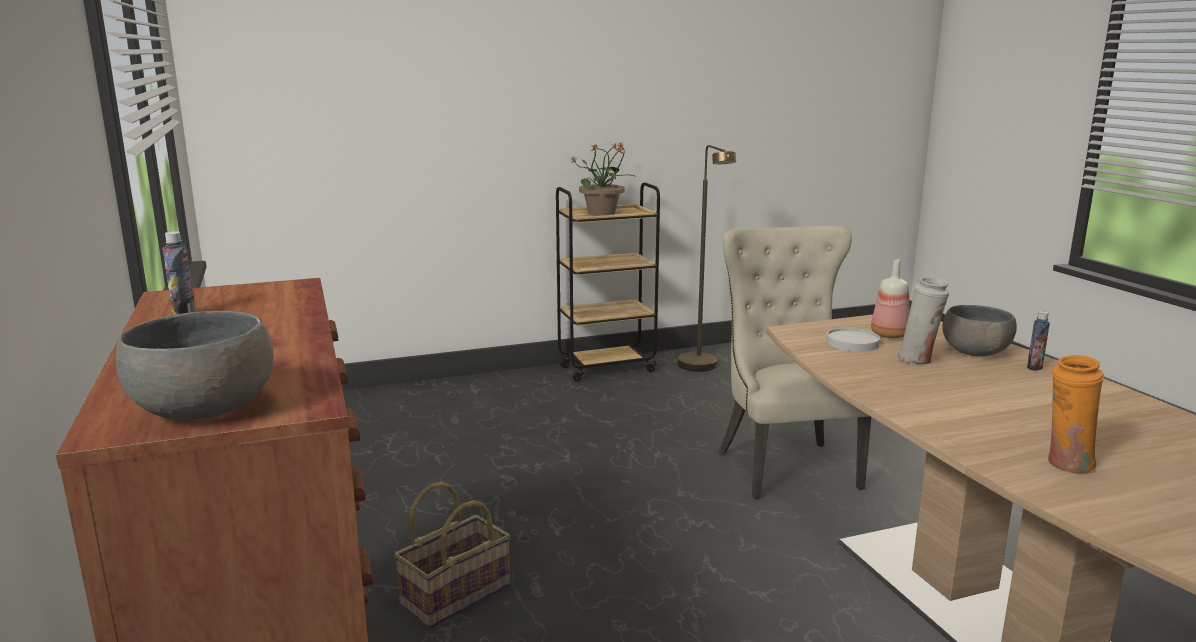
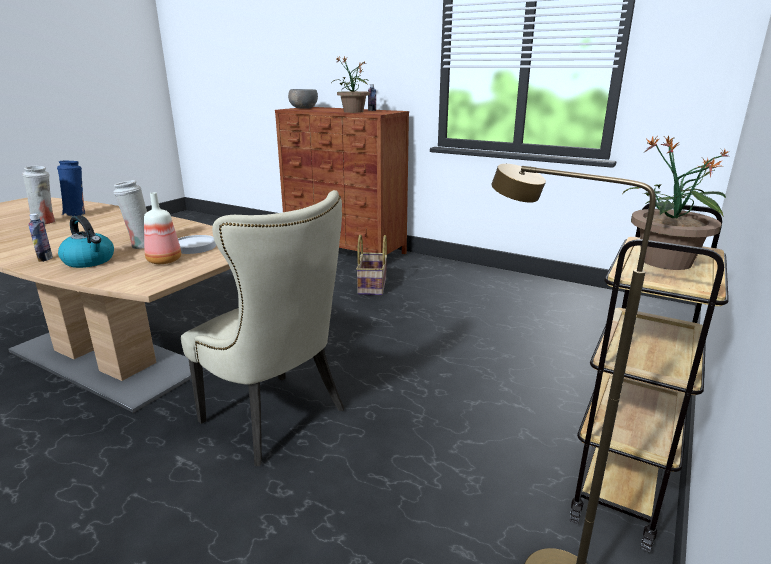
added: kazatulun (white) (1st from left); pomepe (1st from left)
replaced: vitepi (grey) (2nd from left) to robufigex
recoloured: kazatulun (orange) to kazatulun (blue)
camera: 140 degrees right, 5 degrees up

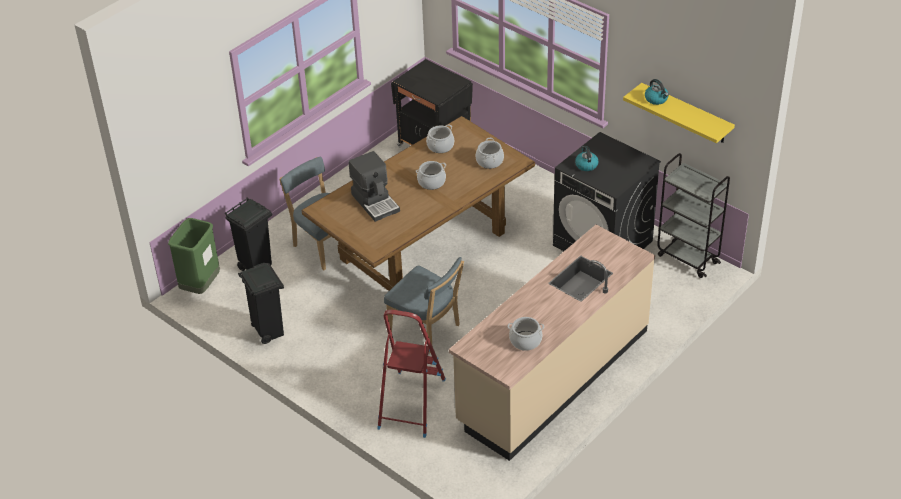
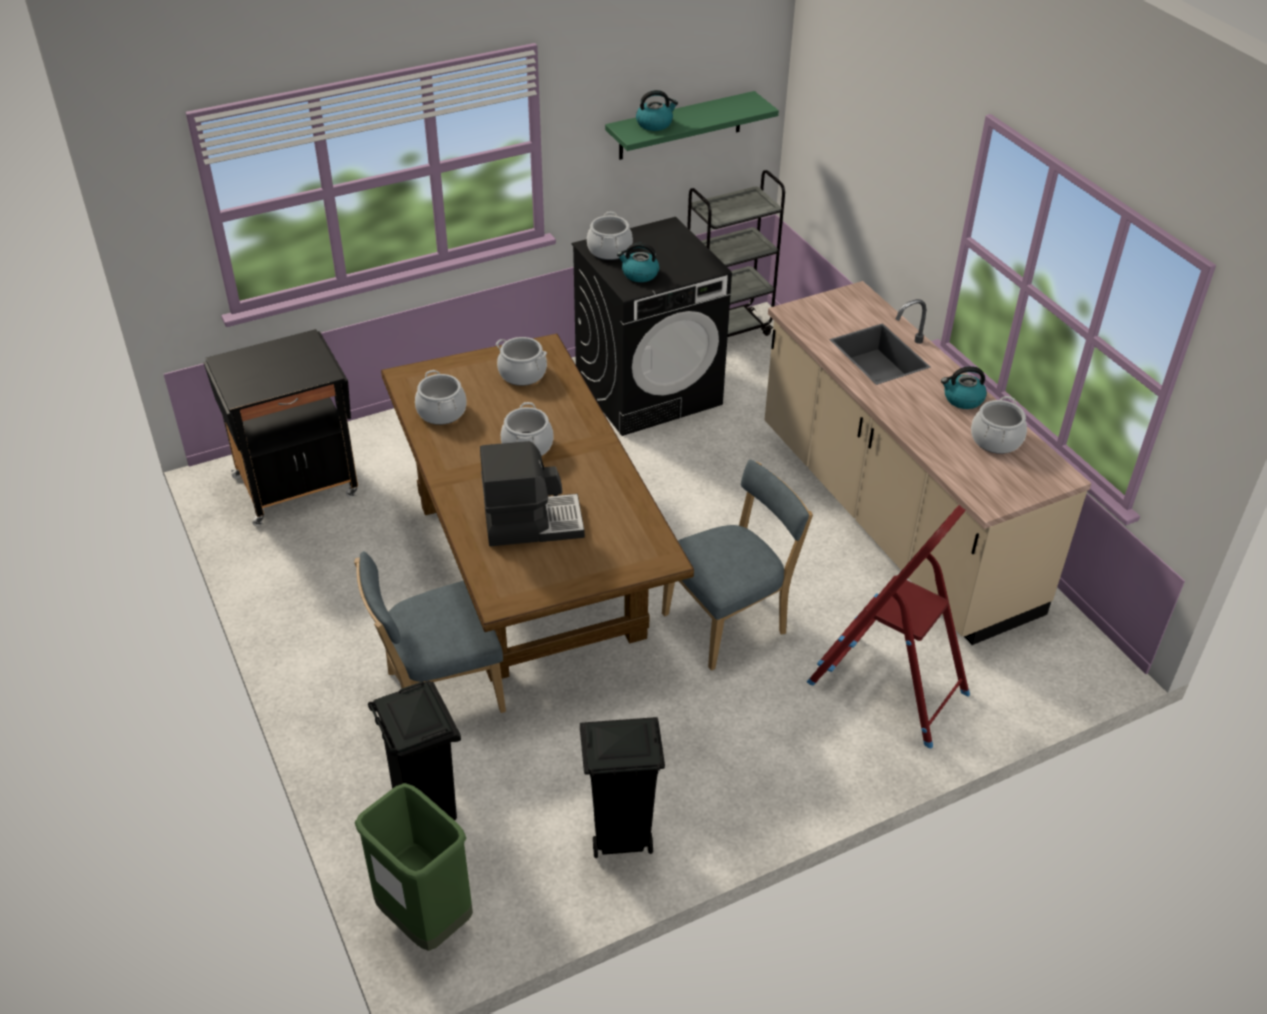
added: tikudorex (4th from left); robufigex (3rd from left)
recoloured: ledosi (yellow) to ledosi (green)
camera: 70 degrees left, 0 degrees up

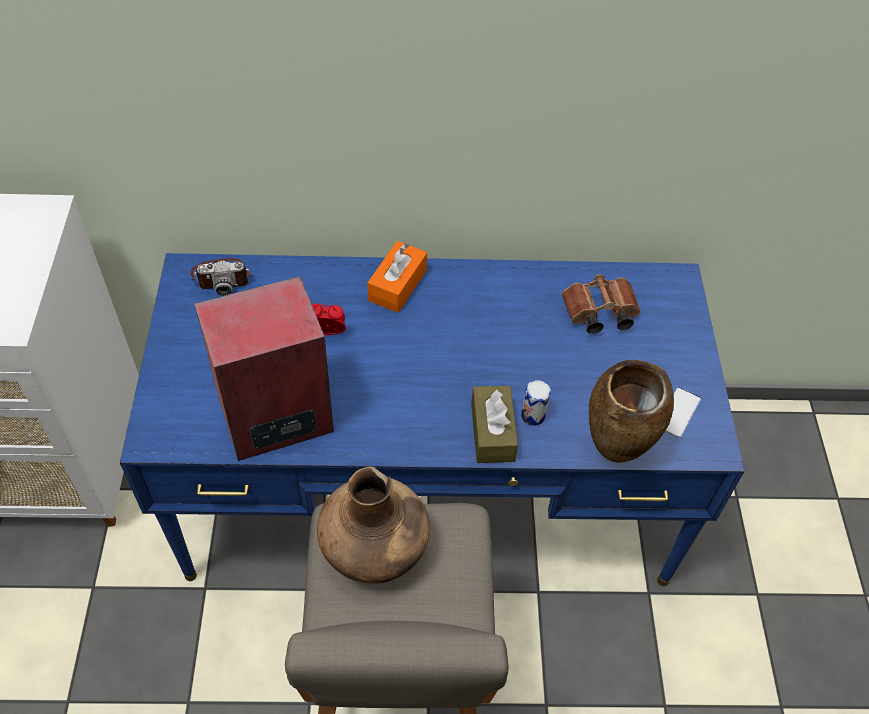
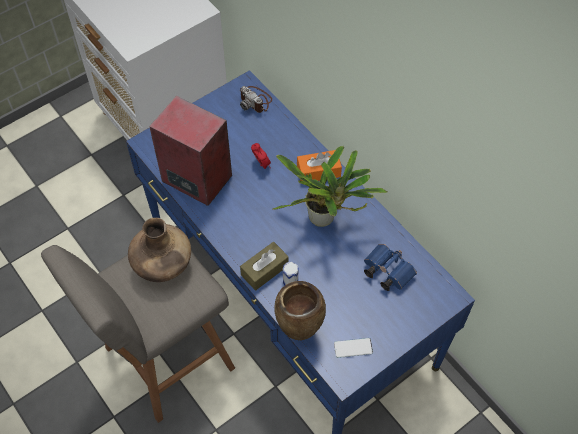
added: pomepe
recoloured: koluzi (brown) to koluzi (blue)
camera: 55 degrees right, 5 degrees up

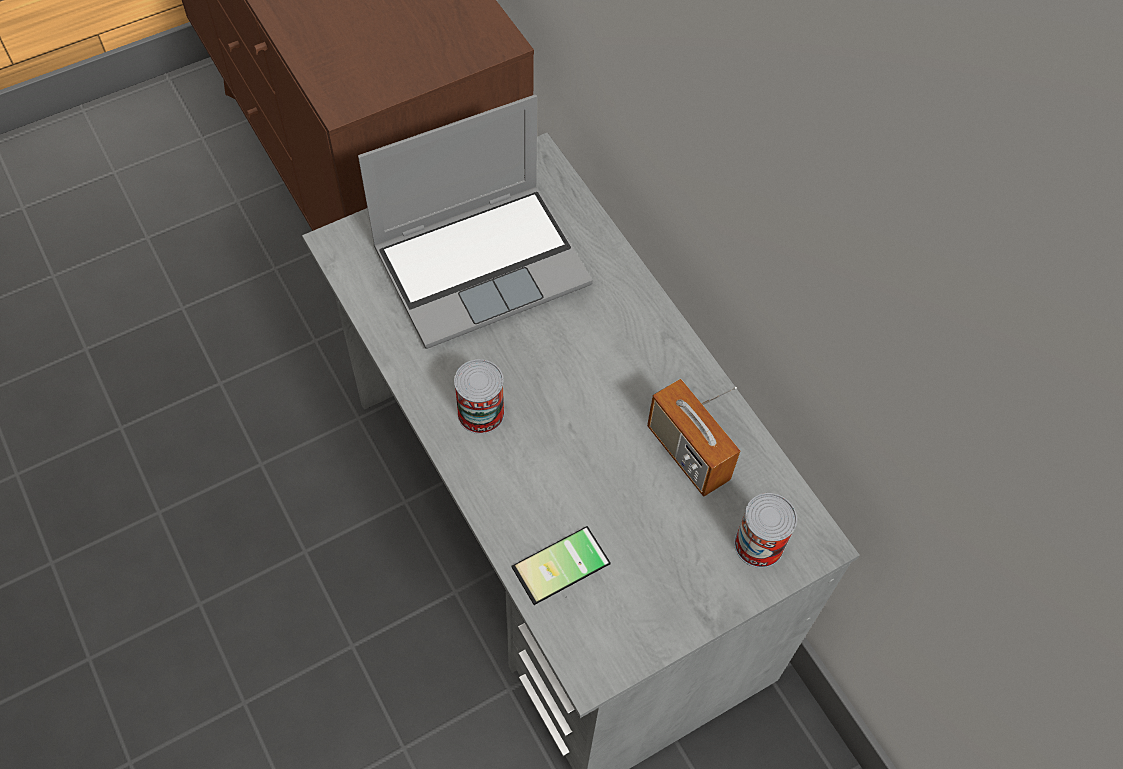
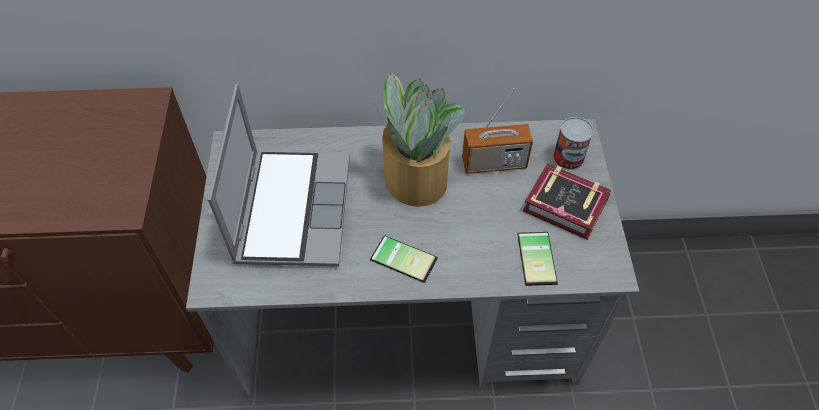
added: pomepe; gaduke
replaced: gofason (1st from left) to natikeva (1st from left)
camera: 60 degrees left, 5 degrees down

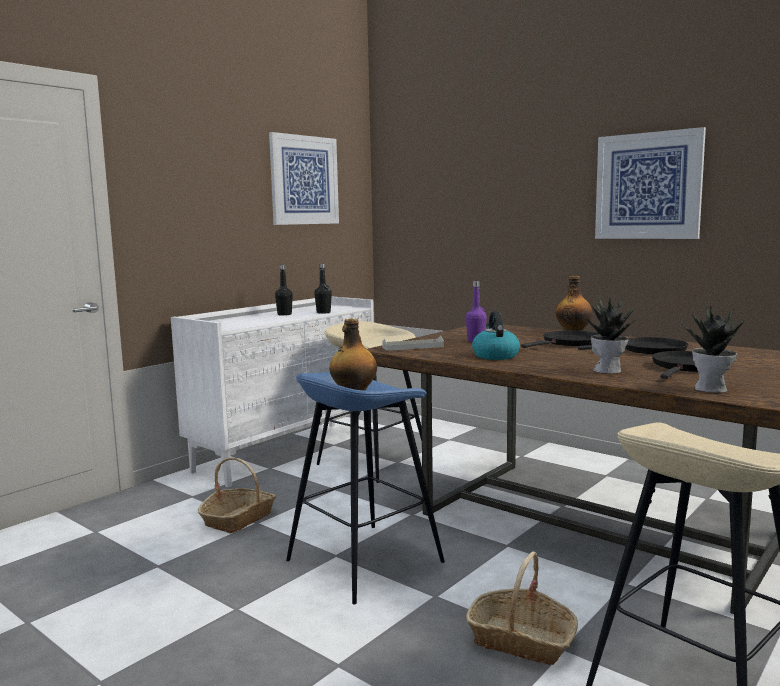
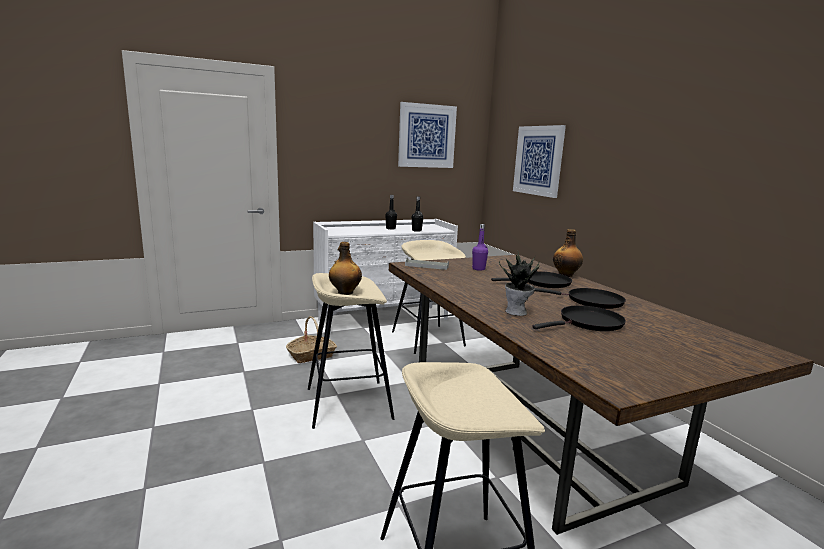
removed: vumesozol (2nd from left); robufigex; pomepe (2nd from left)
moved: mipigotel (2nd from left)
recoloured: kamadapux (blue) to kamadapux (beige) (1st from left)
camera: 25 degrees right, 5 degrees up

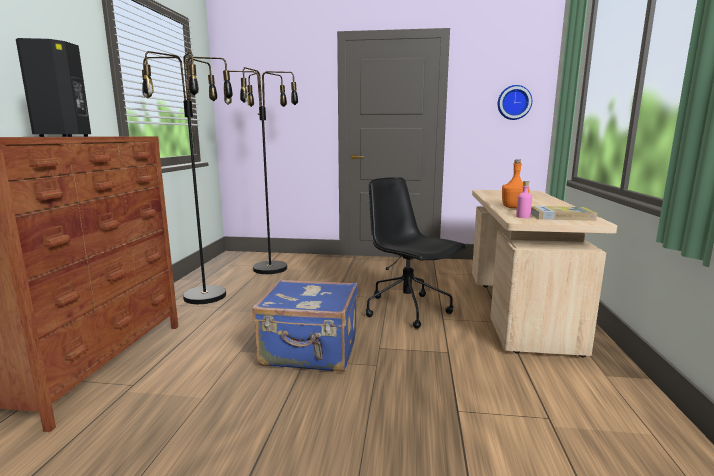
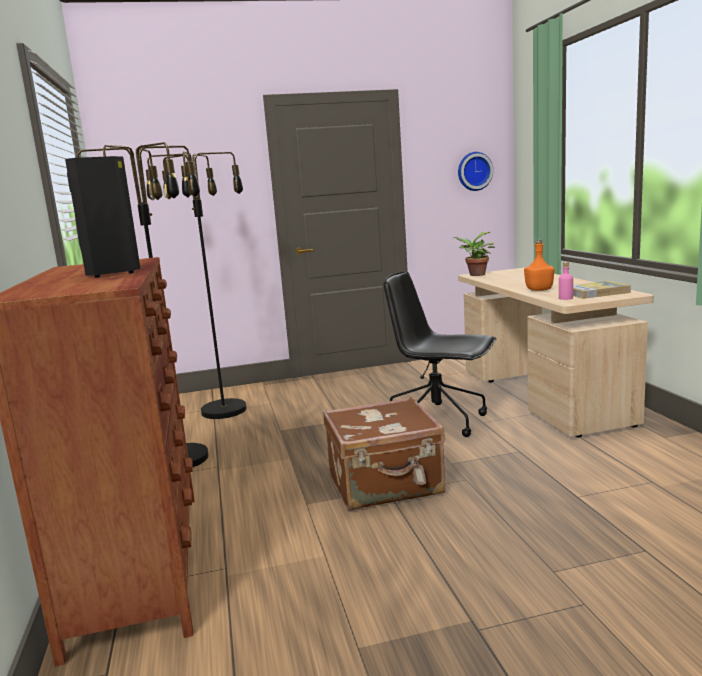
added: pomepe
recoloured: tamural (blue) to tamural (brown)
camera: 20 degrees left, 0 degrees up

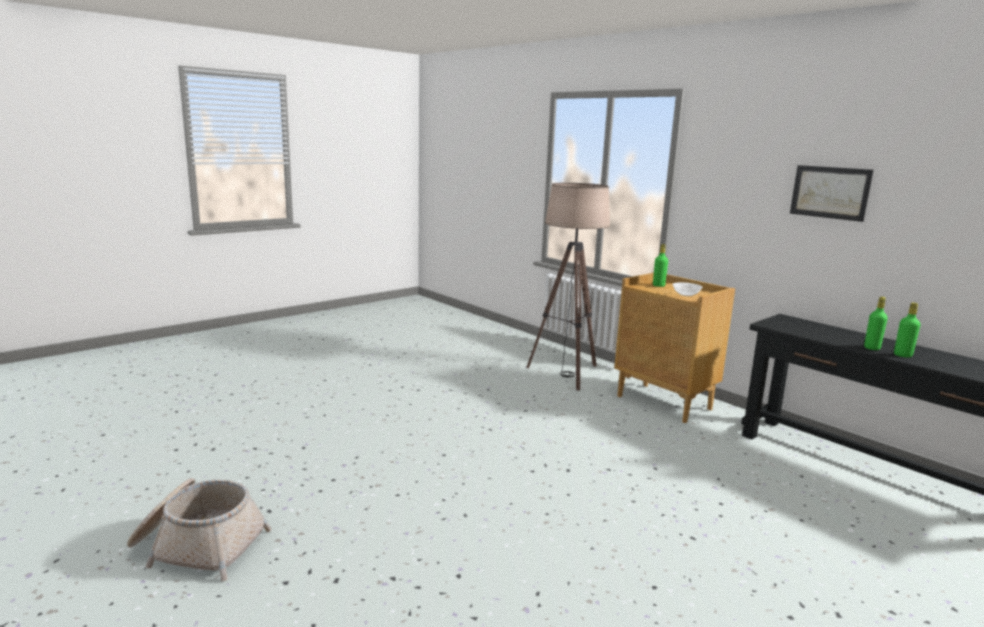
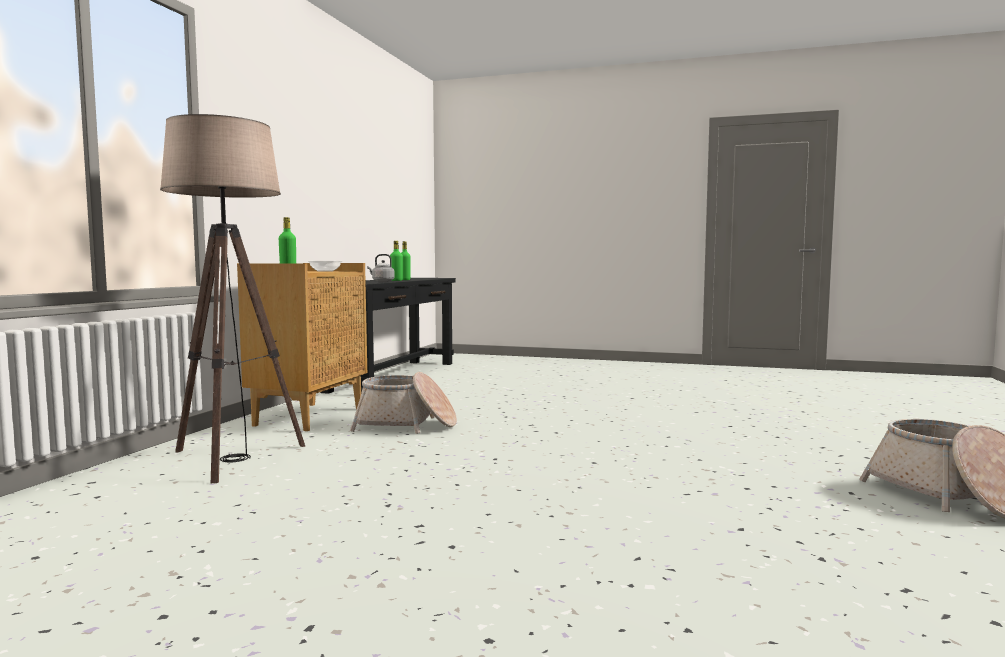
removed: mipigotel
added: vumesozol (1st from left); robufigex (grey)
camera: 120 degrees left, 10 degrees down

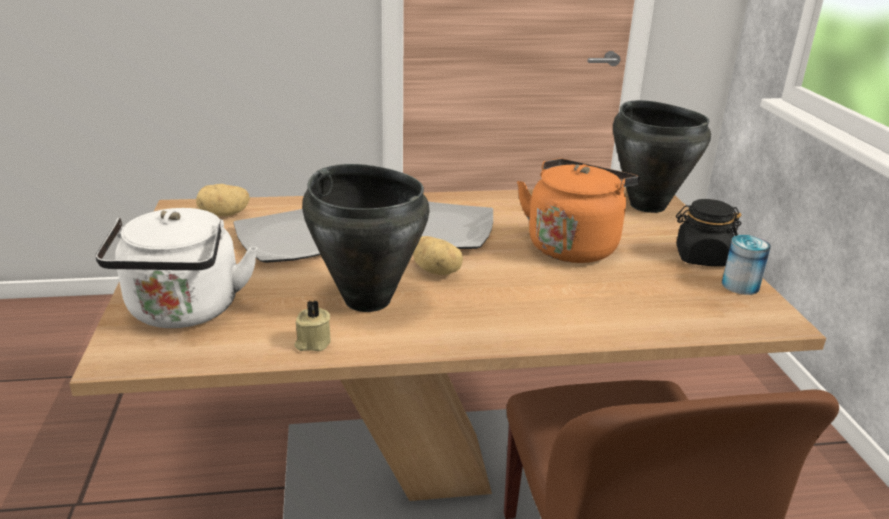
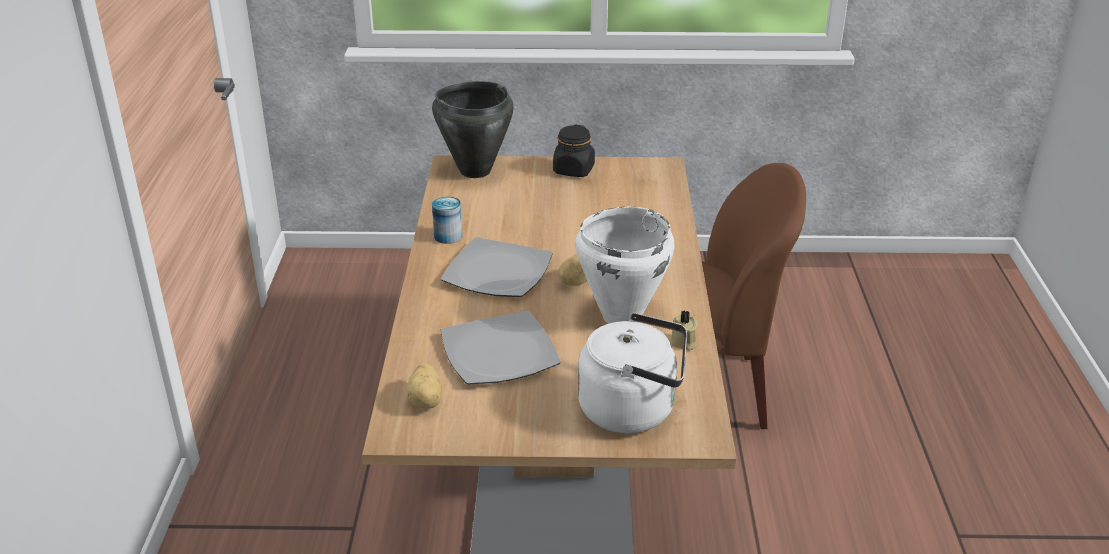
removed: robufigex (orange)
moved: gofason
recoloured: tikudorex (black) (1st from left) to tikudorex (white)
camera: 80 degrees left, 5 degrees up

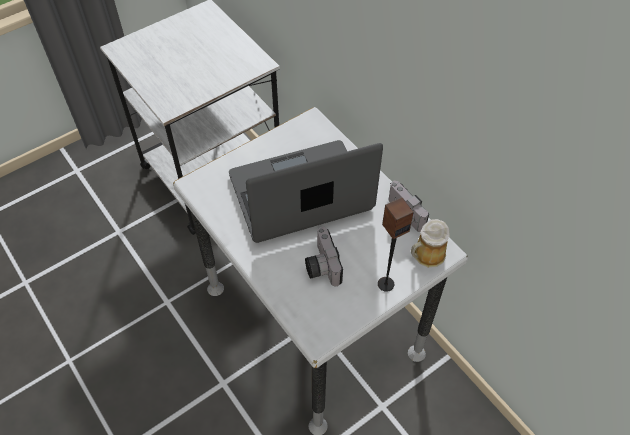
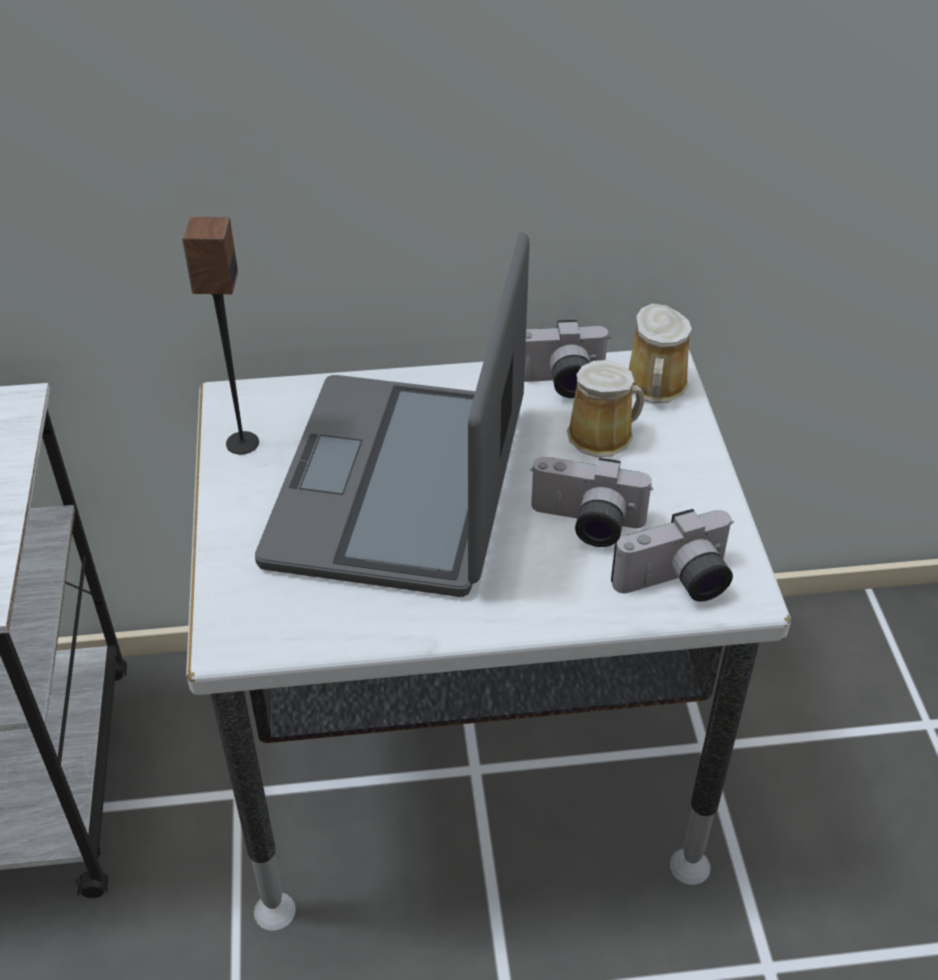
added: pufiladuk (1st from left); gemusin (3rd from left)
moved: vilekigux
camera: 60 degrees left, 10 degrees down

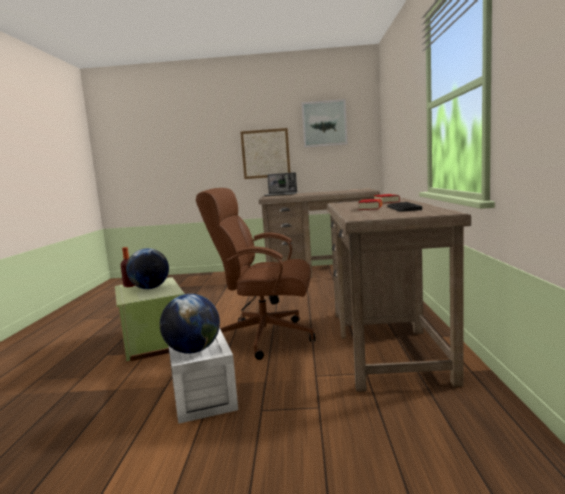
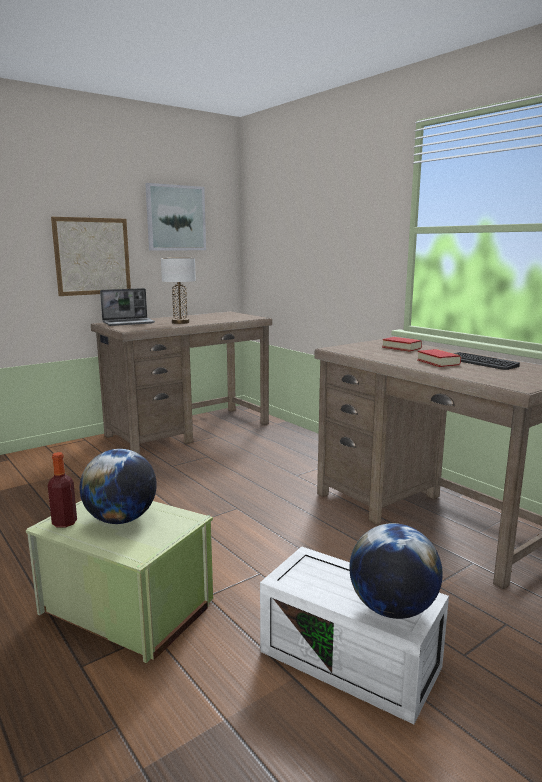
removed: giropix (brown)
added: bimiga
camera: 40 degrees left, 5 degrees up

